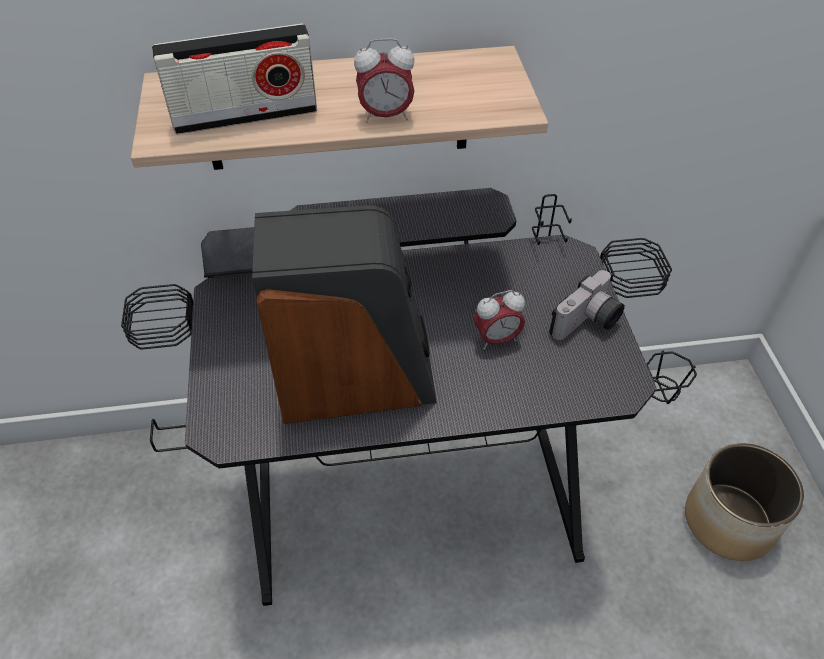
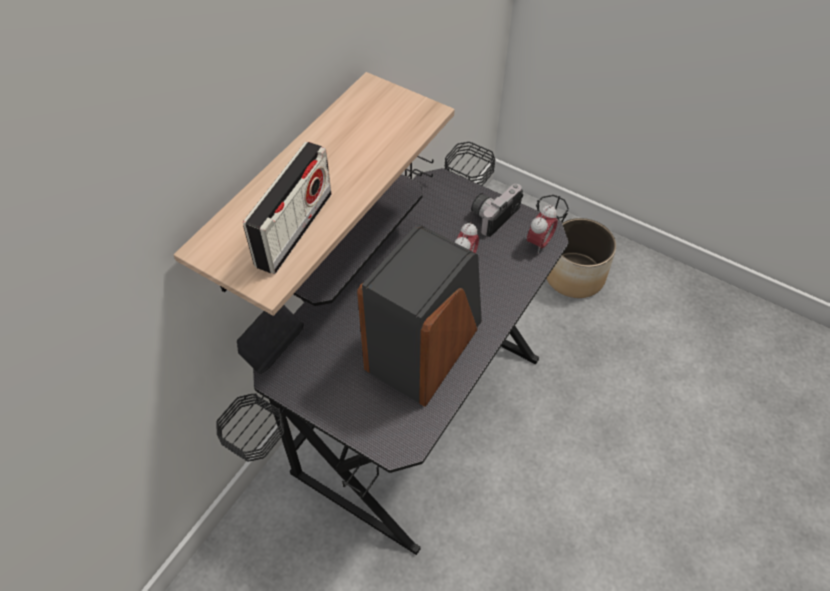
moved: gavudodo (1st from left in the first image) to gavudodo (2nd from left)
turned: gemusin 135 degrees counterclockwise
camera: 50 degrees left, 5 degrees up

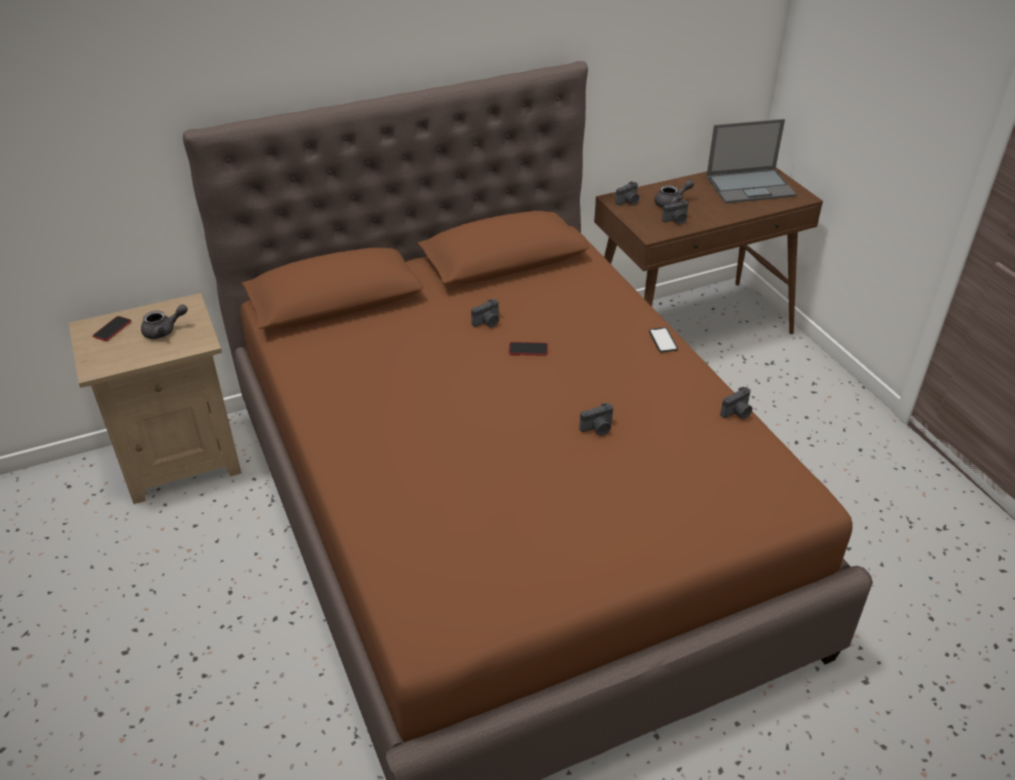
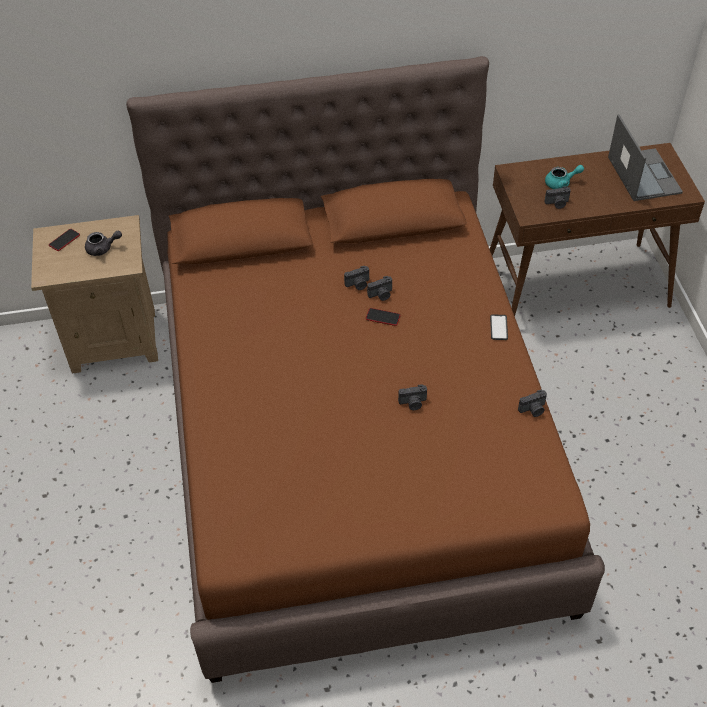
moved: gemusin (3rd from left in the first image) to gemusin (2nd from left)
recoloured: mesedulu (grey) (2nd from left) to mesedulu (turquoise)
turned: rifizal 105 degrees counterclockwise
camera: 15 degrees right, 10 degrees up

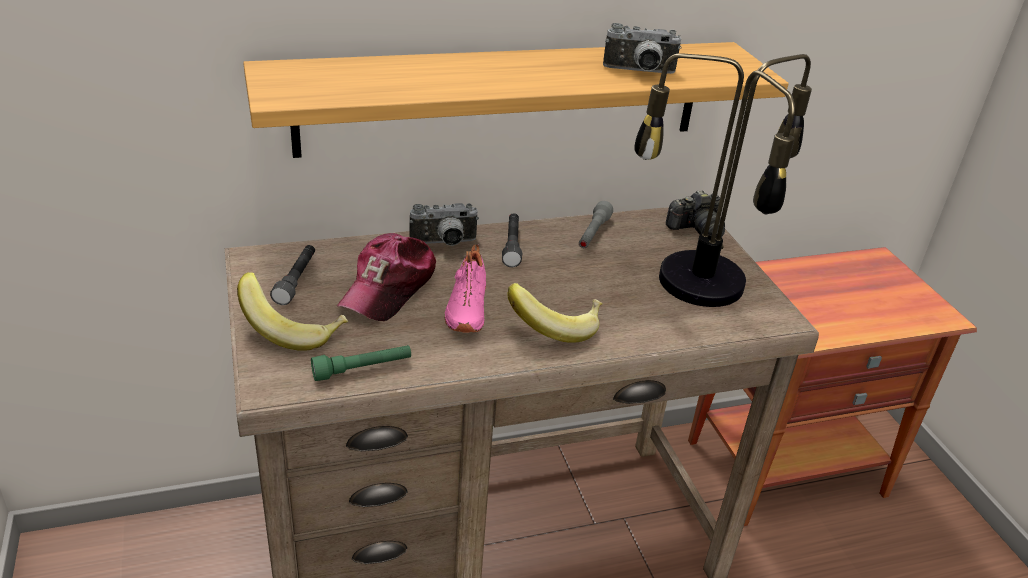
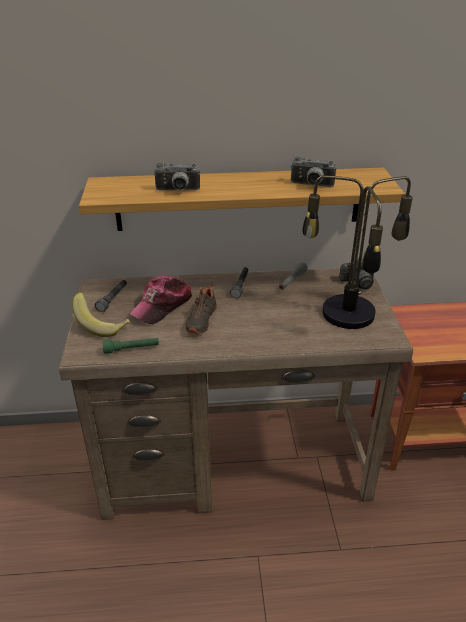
removed: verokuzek (2nd from left)
moved: gemusin (1st from left)
recoloured: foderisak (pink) to foderisak (black)
camera: 15 degrees right, 0 degrees up

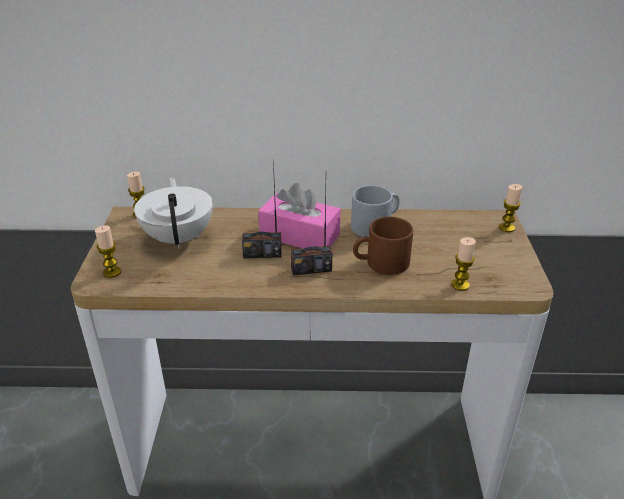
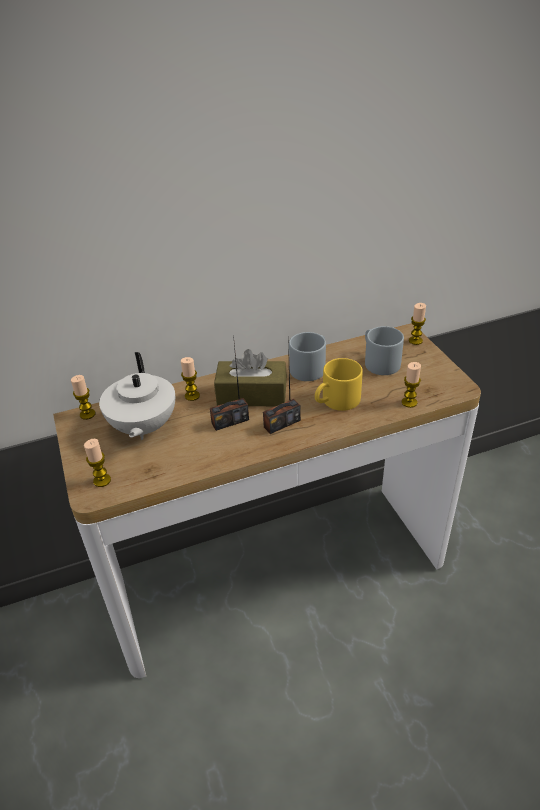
added: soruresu (3rd from left); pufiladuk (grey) (2nd from left)
recoloured: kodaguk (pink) to kodaguk (brown); pufiladuk (brown) to pufiladuk (yellow)
turned: mesedulu (white) 150 degrees counterclockwise
camera: 20 degrees left, 5 degrees up

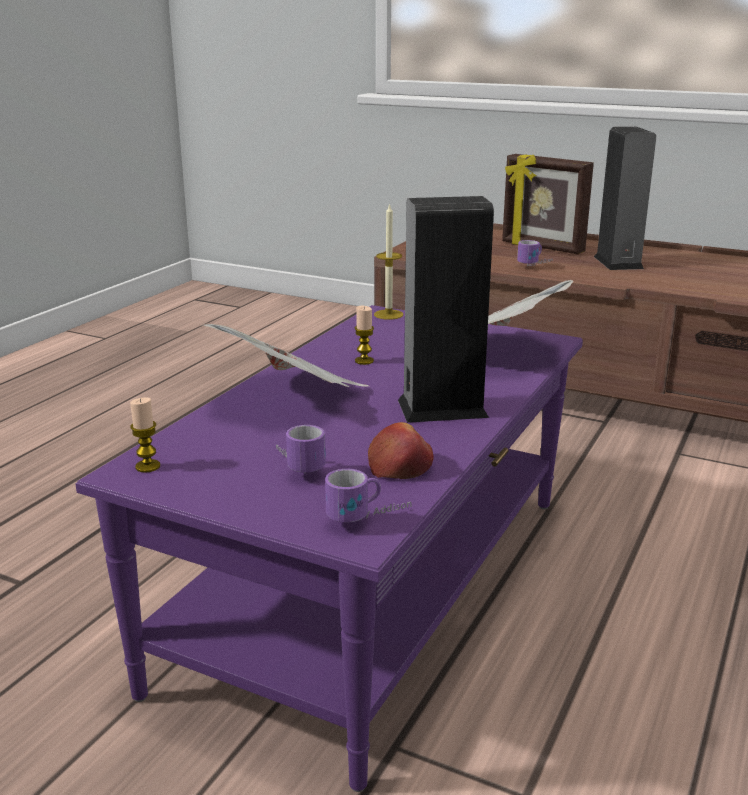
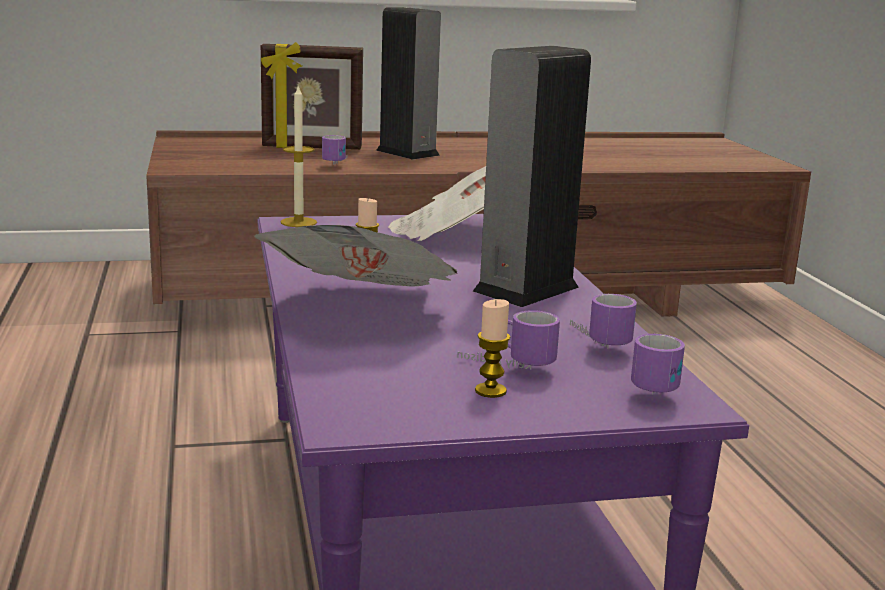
moved: soruresu (1st from left in the first image) to soruresu (3rd from left)
replaced: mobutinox to pufiladuk (3rd from left)
camera: 40 degrees left, 5 degrees down

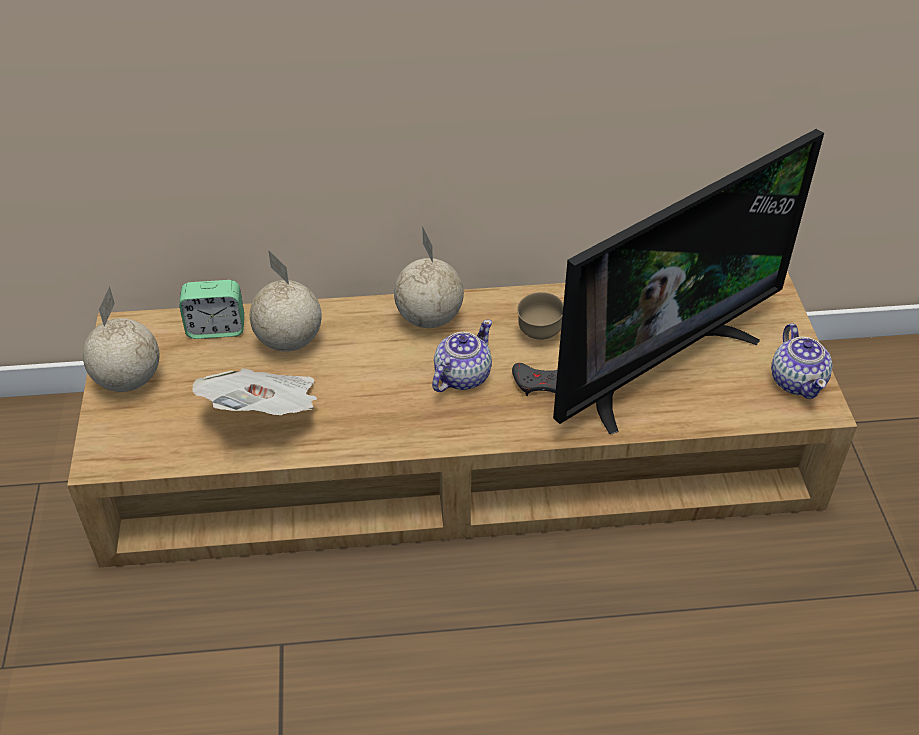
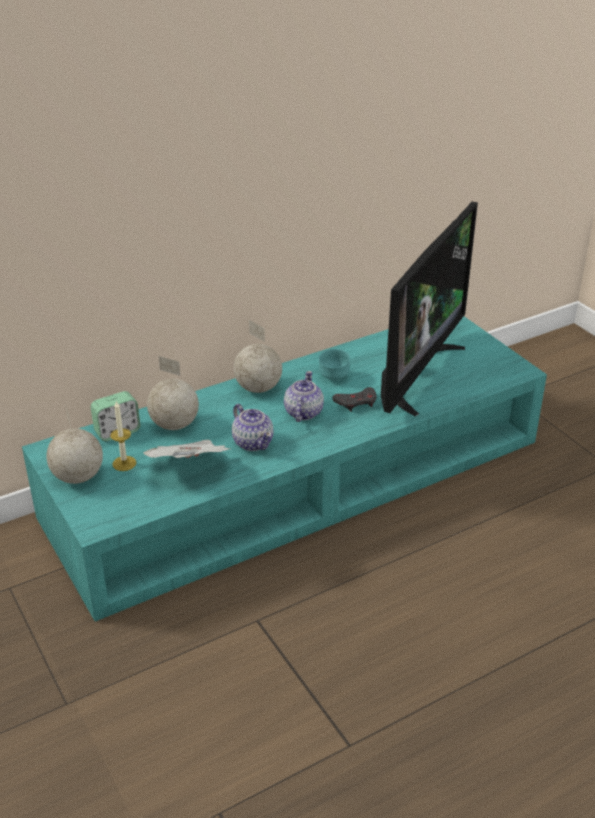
added: soruresu
moved: mesedulu (2nd from left in the first image) to mesedulu (1st from left)
recoloured: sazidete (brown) to sazidete (turquoise); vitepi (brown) to vitepi (turquoise)
camera: 25 degrees left, 10 degrees down

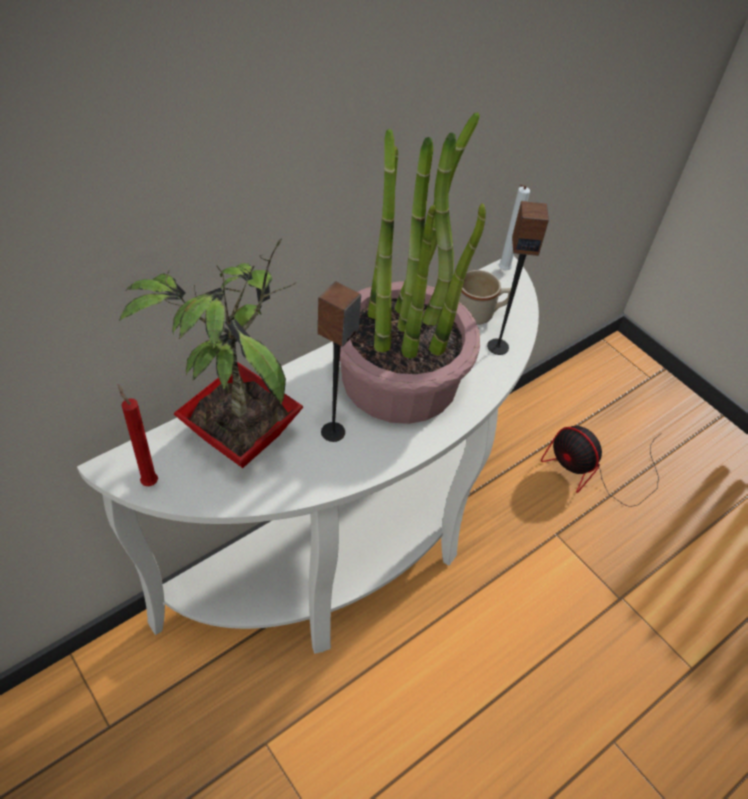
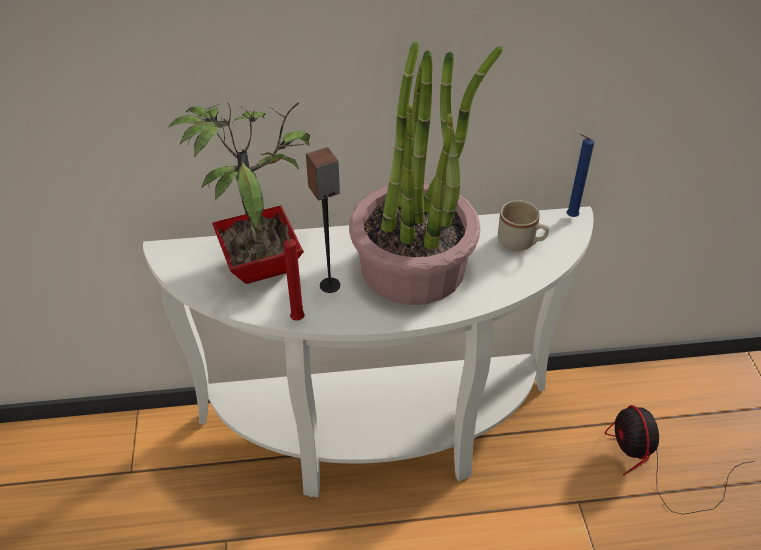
removed: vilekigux (2nd from left)
moved: soruresu (red)
recoloured: soruresu (white) to soruresu (blue)
camera: 35 degrees right, 5 degrees down

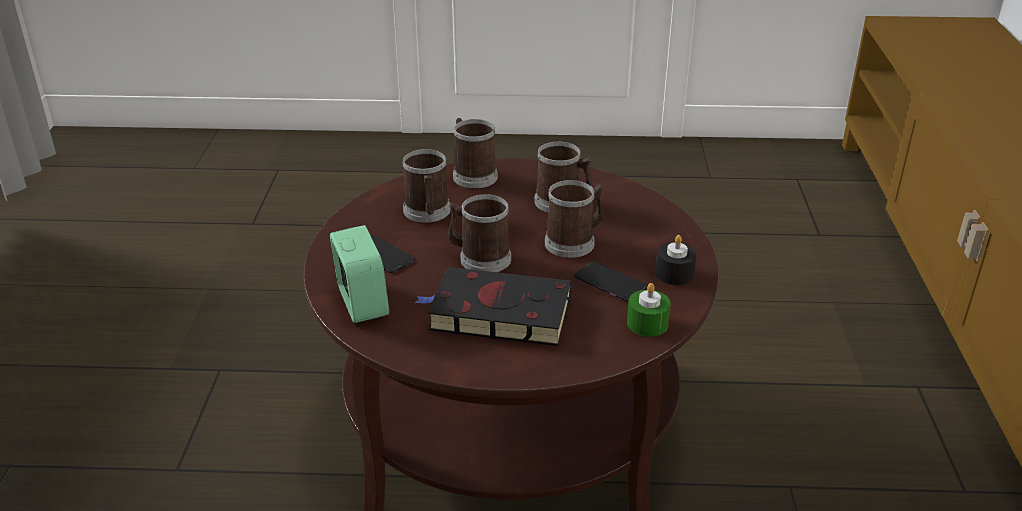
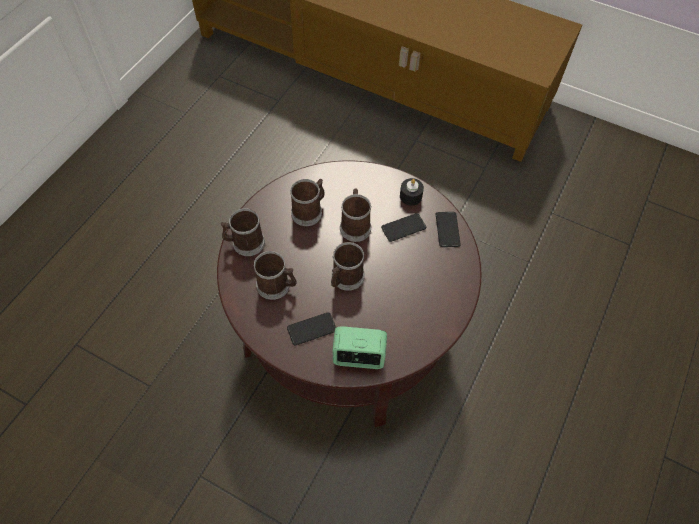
removed: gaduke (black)
replaced: soruresu (green) to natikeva (3rd from left)
camera: 65 degrees left, 25 degrees up

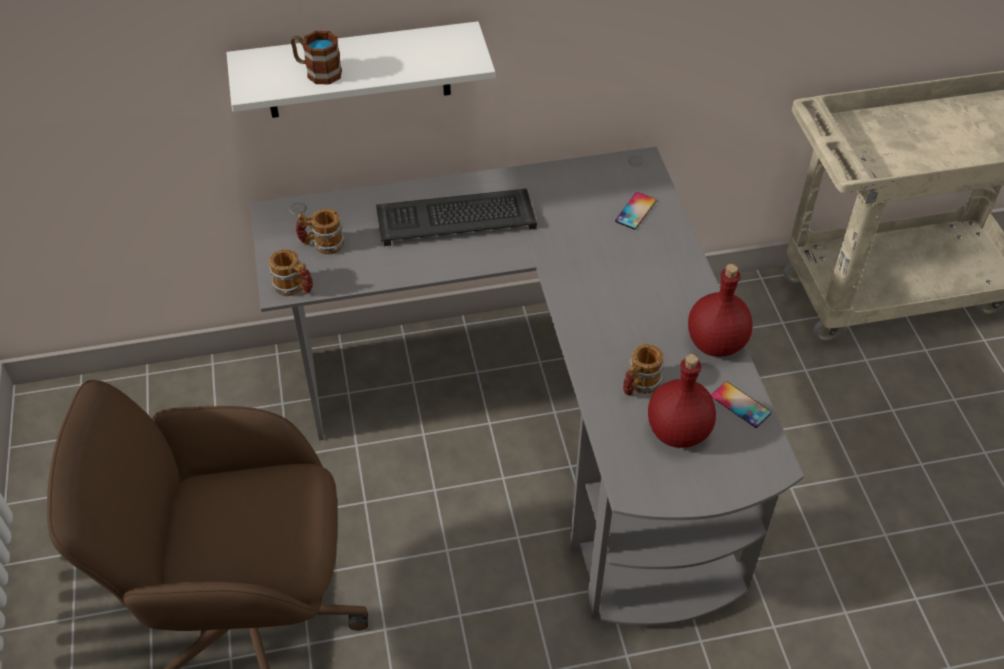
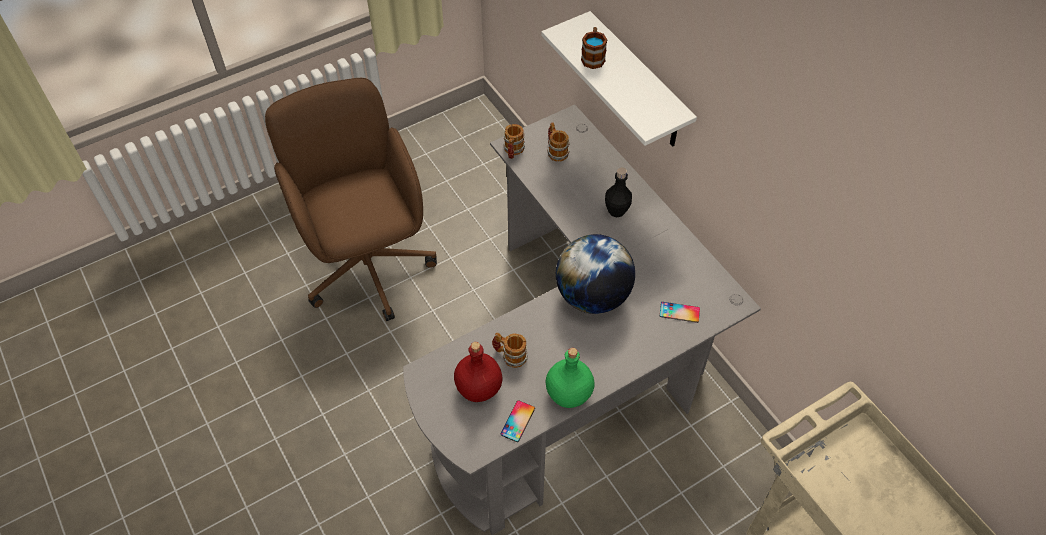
added: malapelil
replaced: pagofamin to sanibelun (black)
recoloured: sanibelun (red) (2nd from left) to sanibelun (green)
camera: 70 degrees right, 5 degrees up

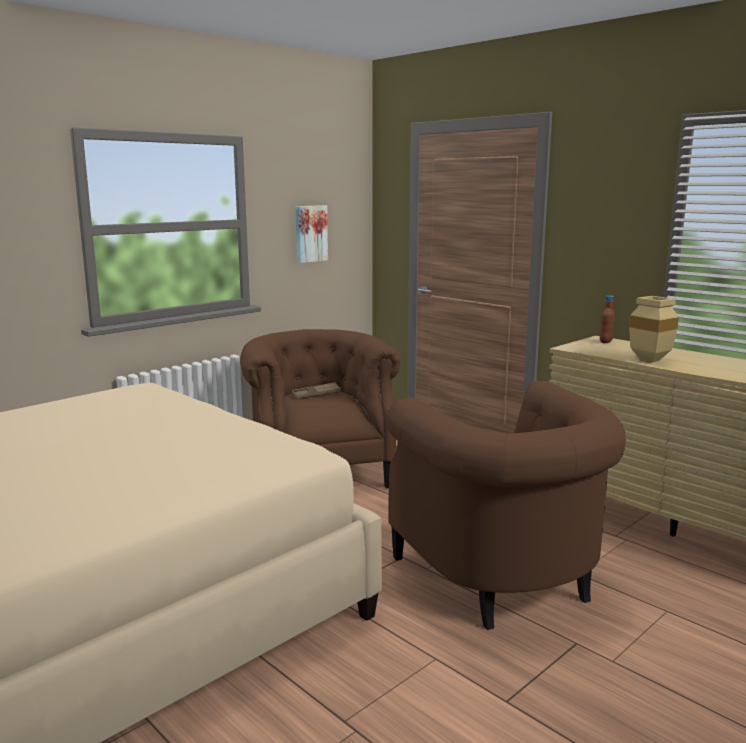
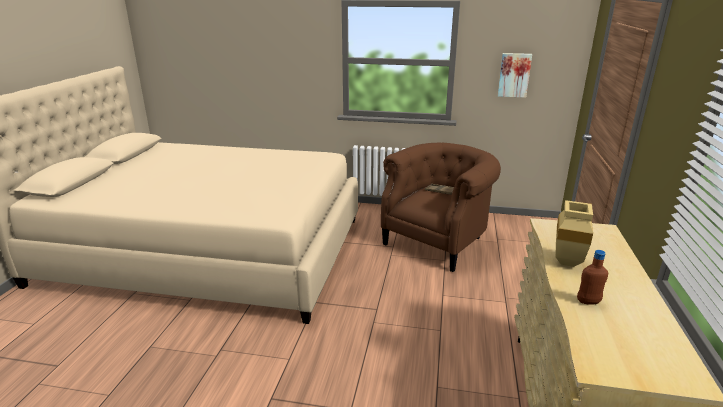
removed: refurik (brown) (2nd from left)
moved: sanibelun (brown)
camera: 55 degrees right, 10 degrees up

